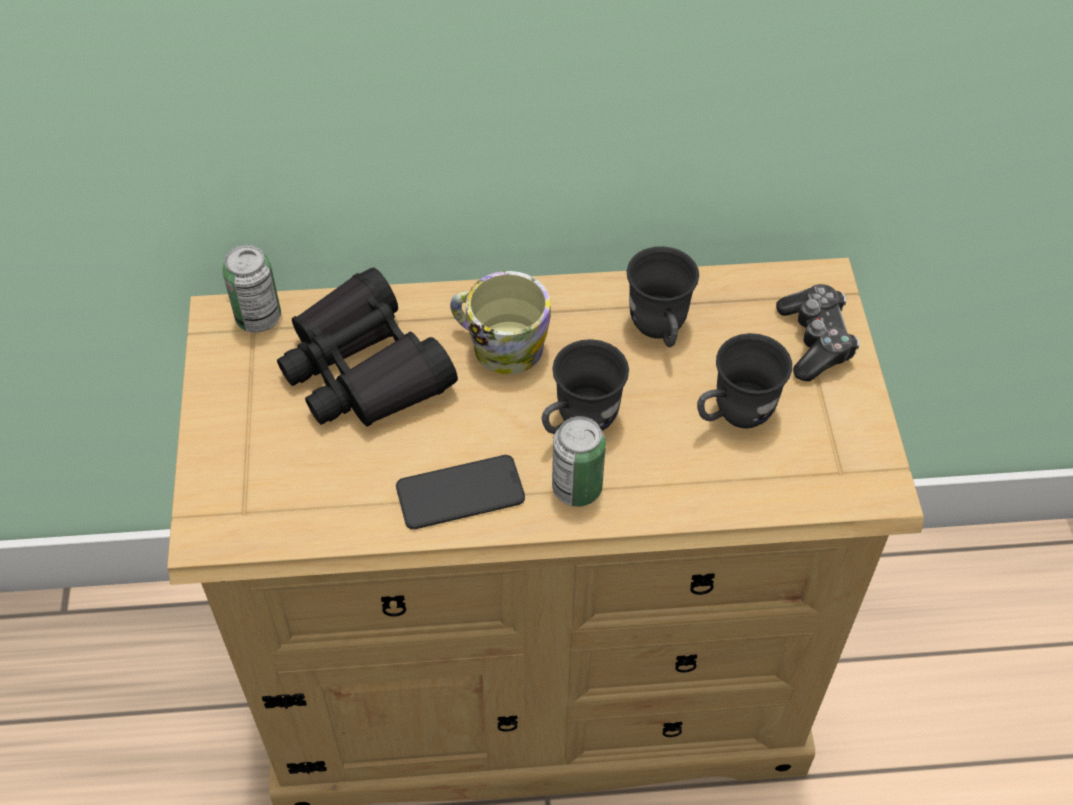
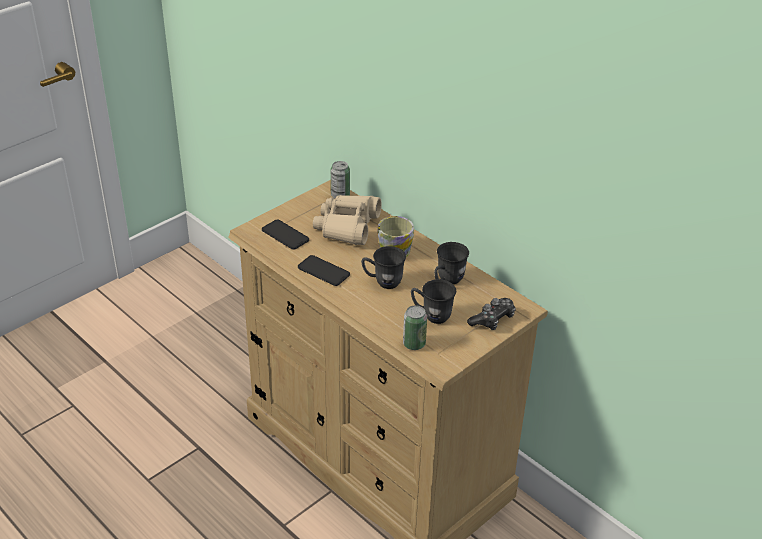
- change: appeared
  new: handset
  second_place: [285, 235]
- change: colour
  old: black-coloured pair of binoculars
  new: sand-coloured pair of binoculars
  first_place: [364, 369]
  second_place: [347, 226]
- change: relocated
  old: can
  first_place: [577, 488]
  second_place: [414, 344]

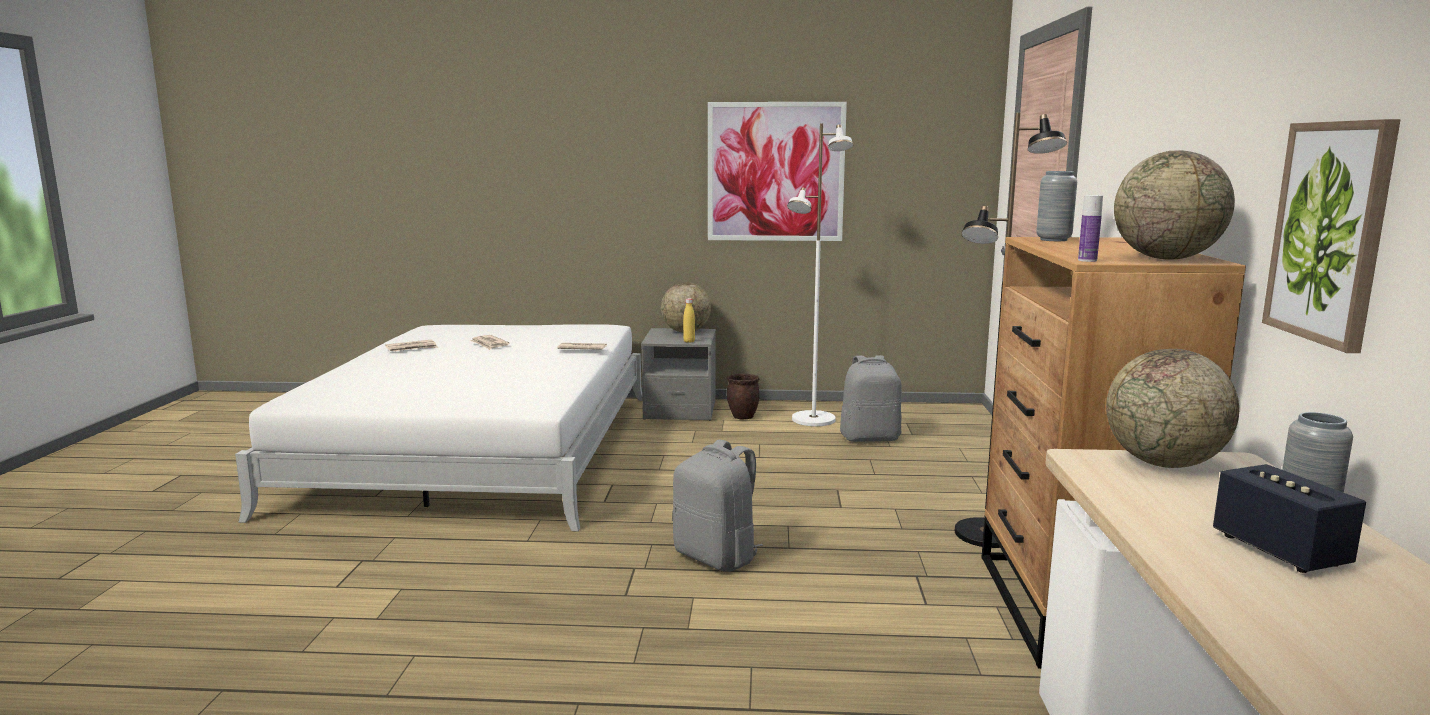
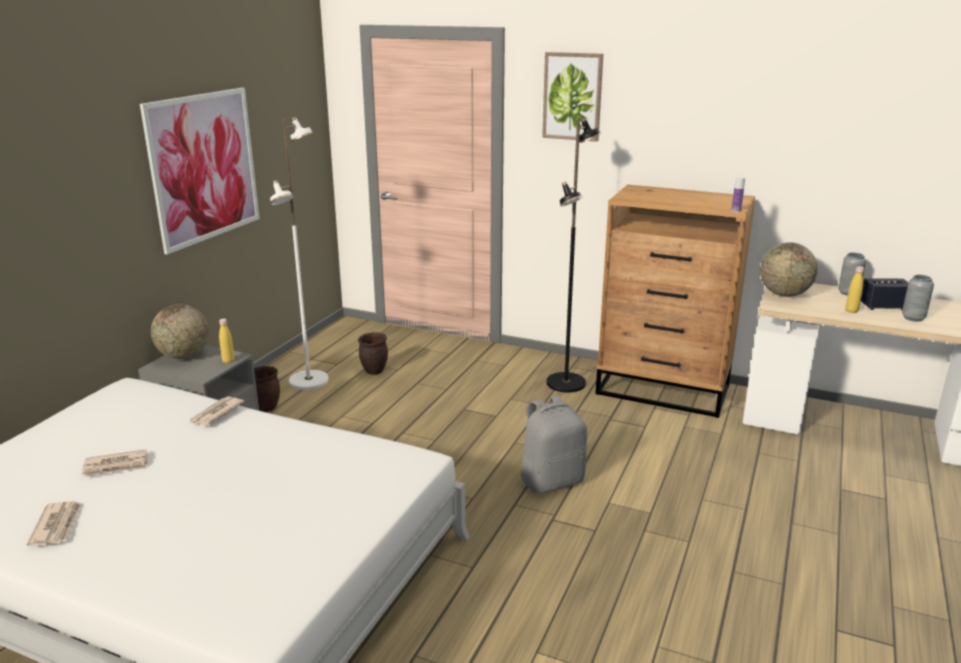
- change: exchanged
  old: gray rucksack
  new: brown flower pot
  first_place: [870, 438]
  second_place: [374, 371]
- change: relocated
  old: picture
  first_place: [1330, 232]
  second_place: [572, 96]
- change: appeared
  new: yellow-coloured drink bottle
  second_place: [851, 311]
- change: relocated
  old: gray vase
  first_place: [1053, 240]
  second_place: [913, 318]
- change: missing
  old: desk globe
  first_place: [1166, 258]

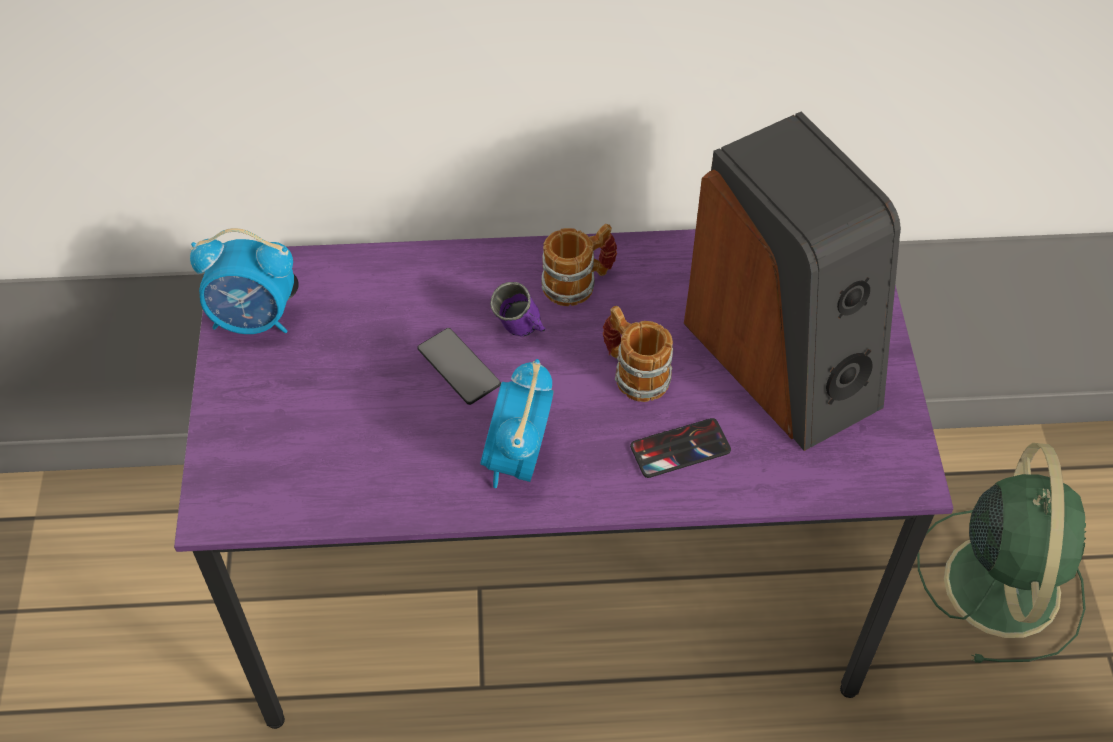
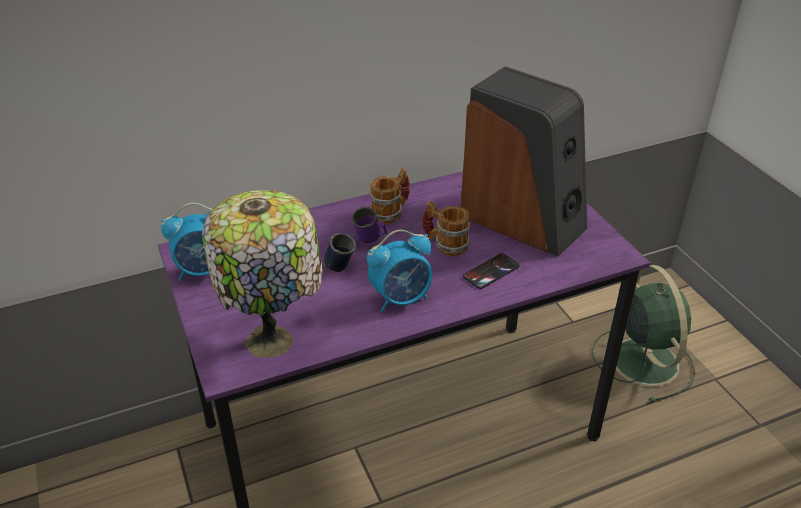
- change: appeared
  new: tabletop lamp
  second_place: [273, 340]
- change: exchanged
  old: handset
  new: bluish mug
  first_place: [458, 367]
  second_place: [342, 264]
- change: spun
  old: table clock
  first_place: [517, 459]
  second_place: [401, 298]
  degrees: -105

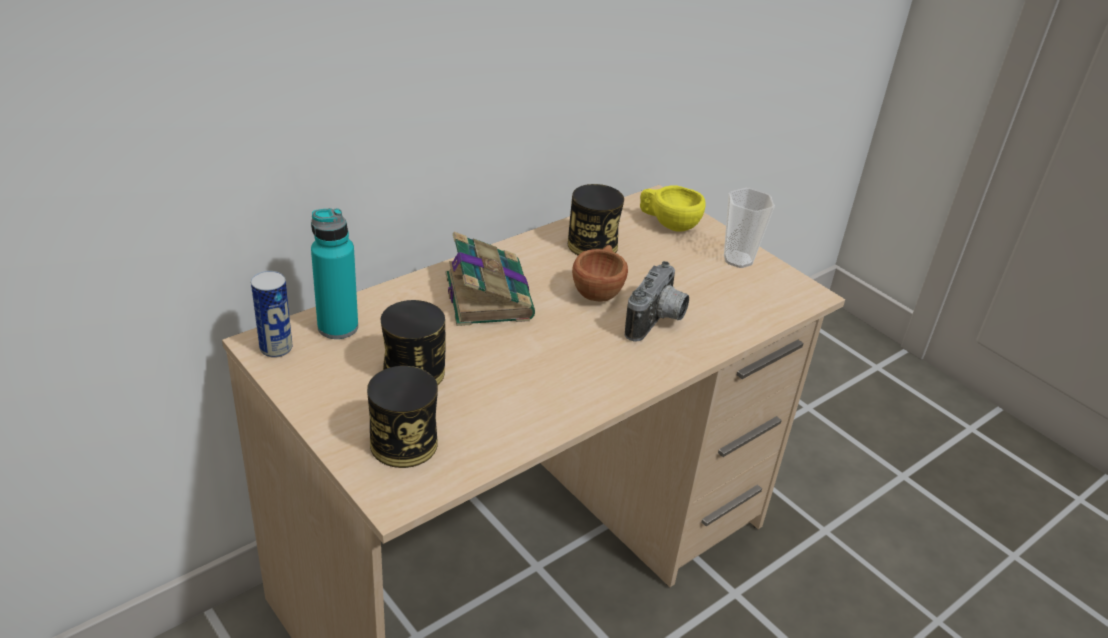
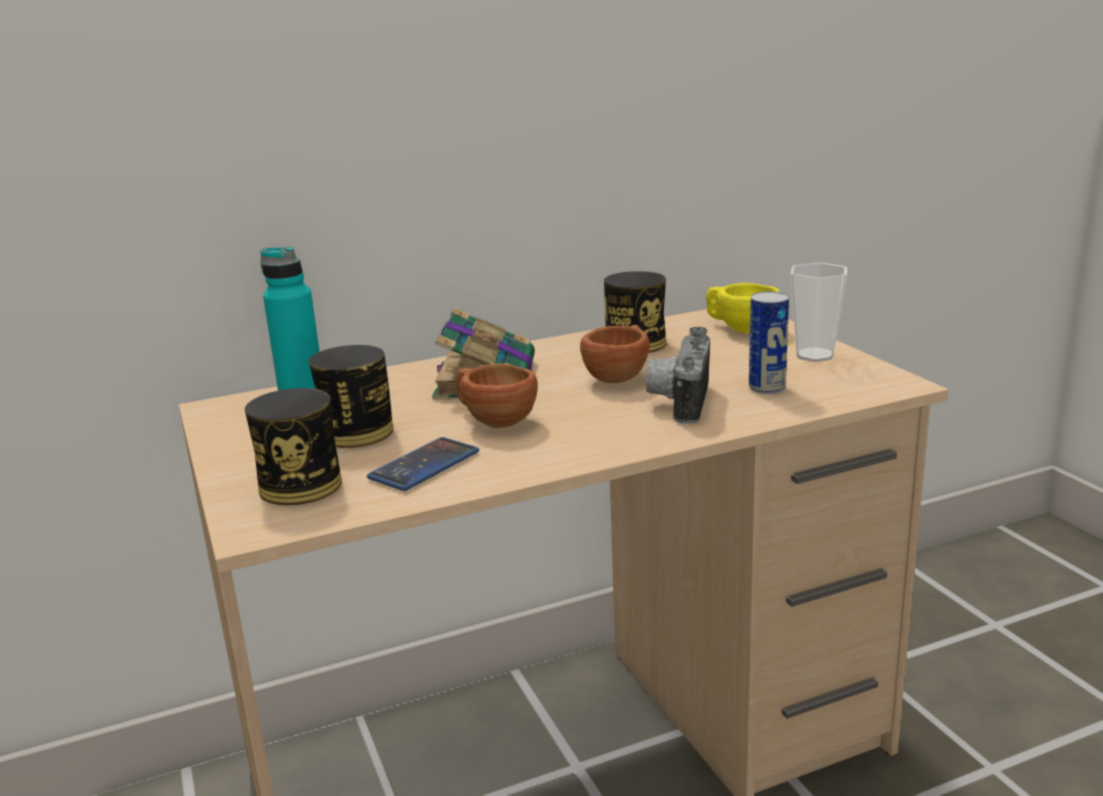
- change: appeared
  new: handset
  second_place: [424, 465]
- change: appeared
  new: brown drinking cup
  second_place: [493, 420]
- change: spun
  old: photo camera
  first_place: [657, 322]
  second_place: [677, 402]
  degrees: 150
- change: relocated
  old: can
  first_place: [276, 348]
  second_place: [767, 388]

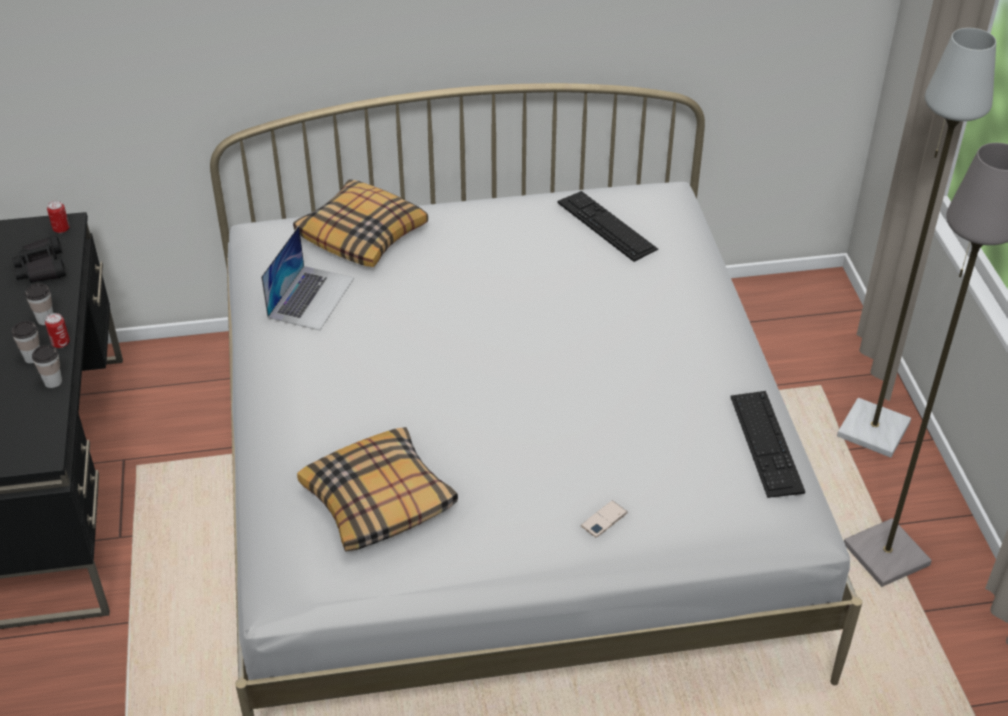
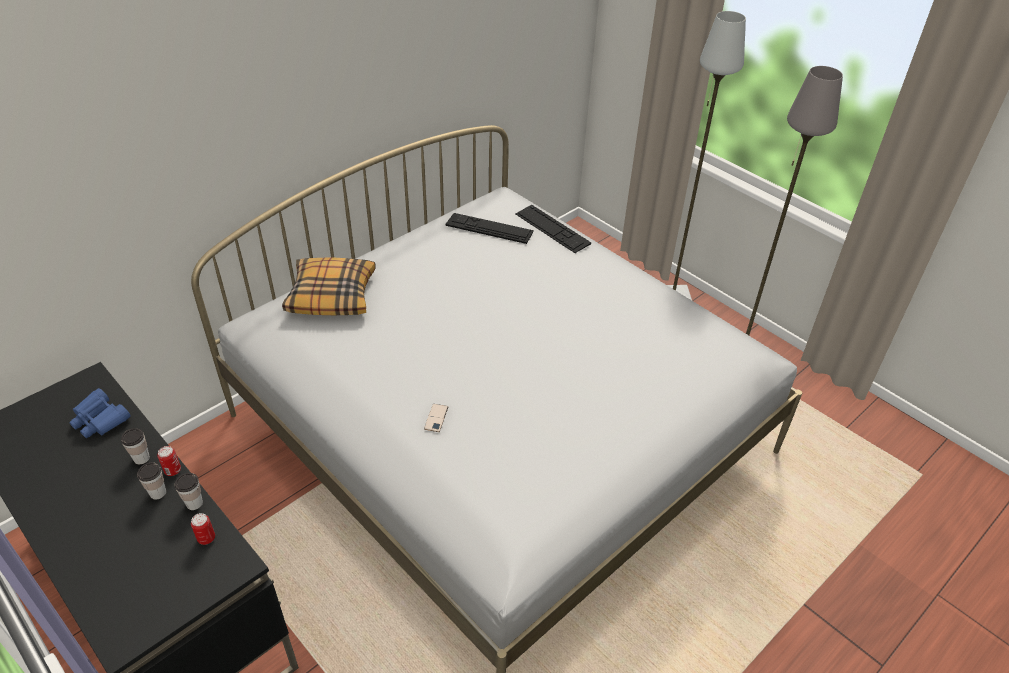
- change: colour
  old: black-coloured pair of binoculars
  new: bluish pair of binoculars
  first_place: [42, 268]
  second_place: [100, 420]
- change: relocated
  old: can
  first_place: [61, 229]
  second_place: [206, 538]
- change: relocated
  old: handset
  first_place: [604, 519]
  second_place: [436, 418]
- change: relocated
  old: keyboard
  first_place: [766, 443]
  second_place: [552, 228]
- change: missing
  old: portable computer
  first_place: [311, 297]
- change: missing
  old: pillow
  first_place: [378, 501]

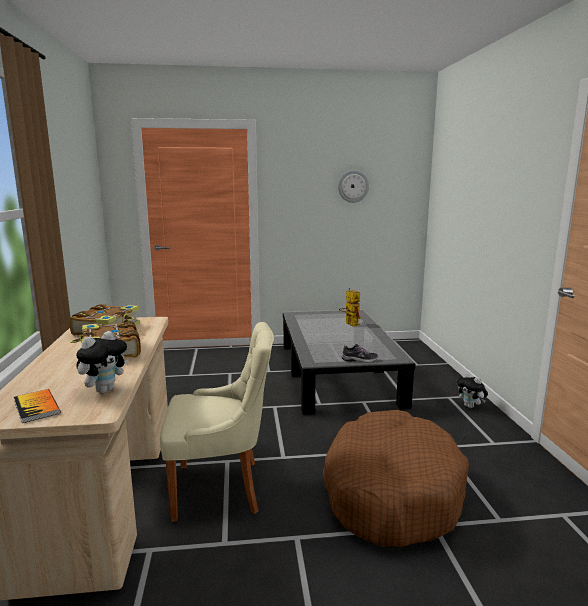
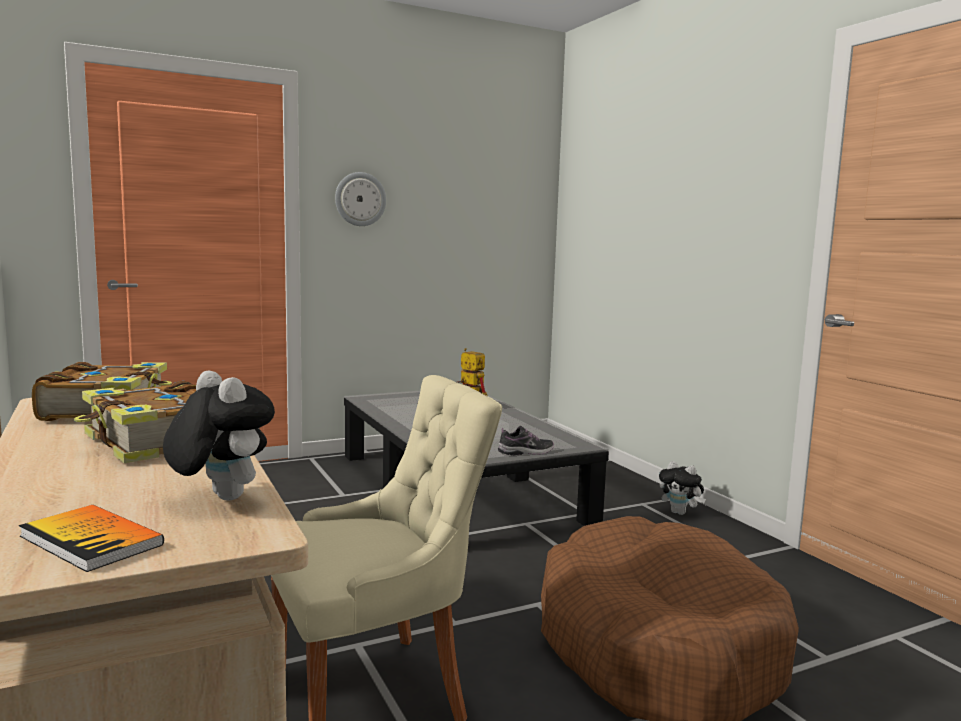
- change: spun
  old: cuddly toy
  first_place: [105, 390]
  second_place: [219, 497]
  degrees: -60
- change: relocated
  old: wall clock
  first_place: [353, 186]
  second_place: [360, 199]

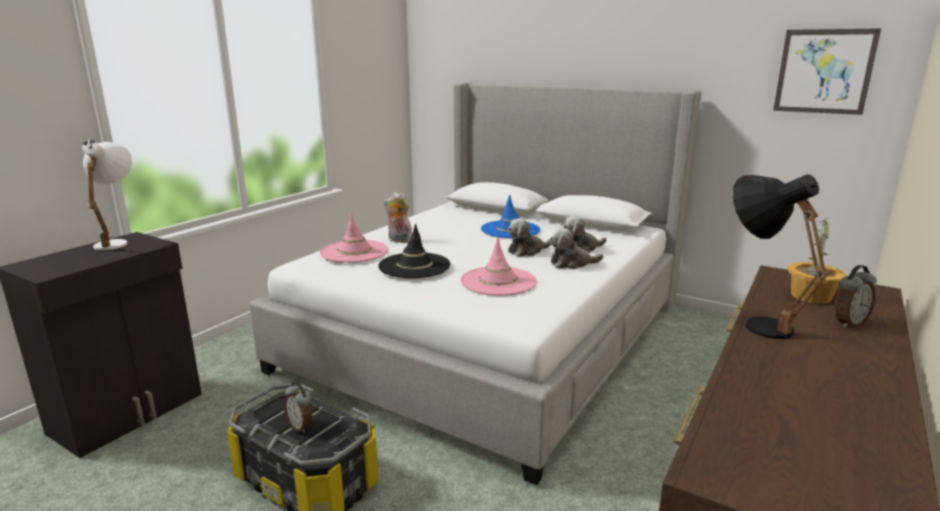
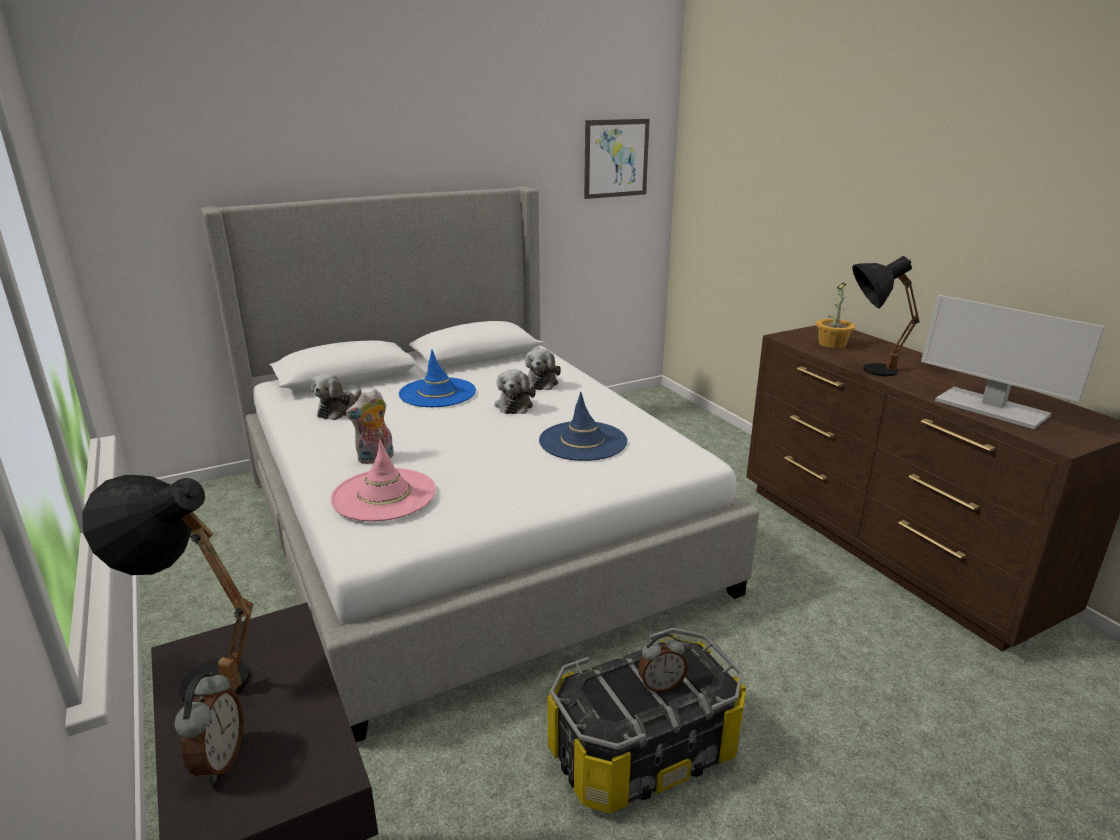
- change: colour
  old: white tabletop lamp
  new: black-coloured tabletop lamp
  first_place: [117, 242]
  second_place: [199, 674]
- change: relocated
  old: table clock
  first_place: [848, 323]
  second_place: [218, 760]
- change: relocated
  old: cuddly toy
  first_place: [572, 263]
  second_place: [338, 410]
- change: colour
  old: pinkish hat
  new: bluish hat
  first_place: [498, 281]
  second_place: [583, 441]
- change: appeared
  new: computer screen
  second_place: [990, 408]
- change: missing
  old: black-coloured hat
  first_place: [414, 266]

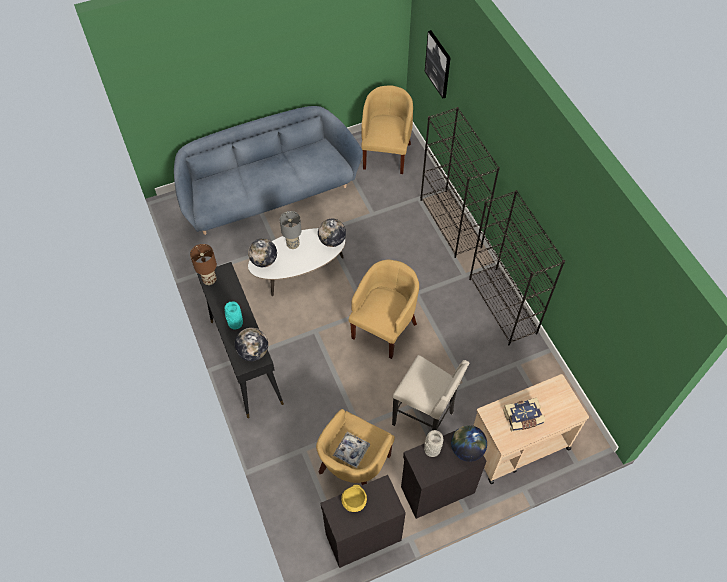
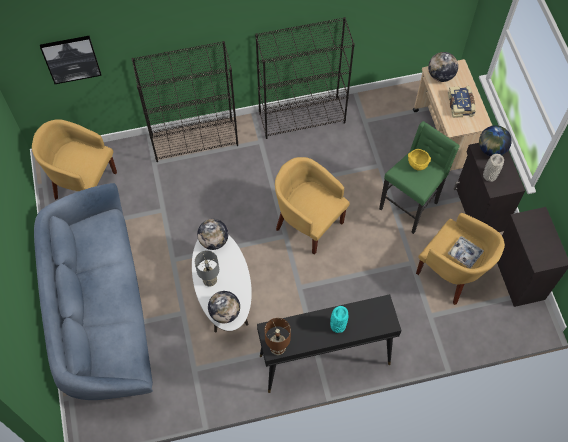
- change: colour
  old: sand-coloured stool
  new: green stool
  first_place: [424, 418]
  second_place: [410, 205]
- change: relocated
  old: yellow-coloured bowl
  first_place: [354, 502]
  second_place: [417, 164]
- change: relocated
  old: desk globe
  first_place: [253, 352]
  second_place: [440, 76]

